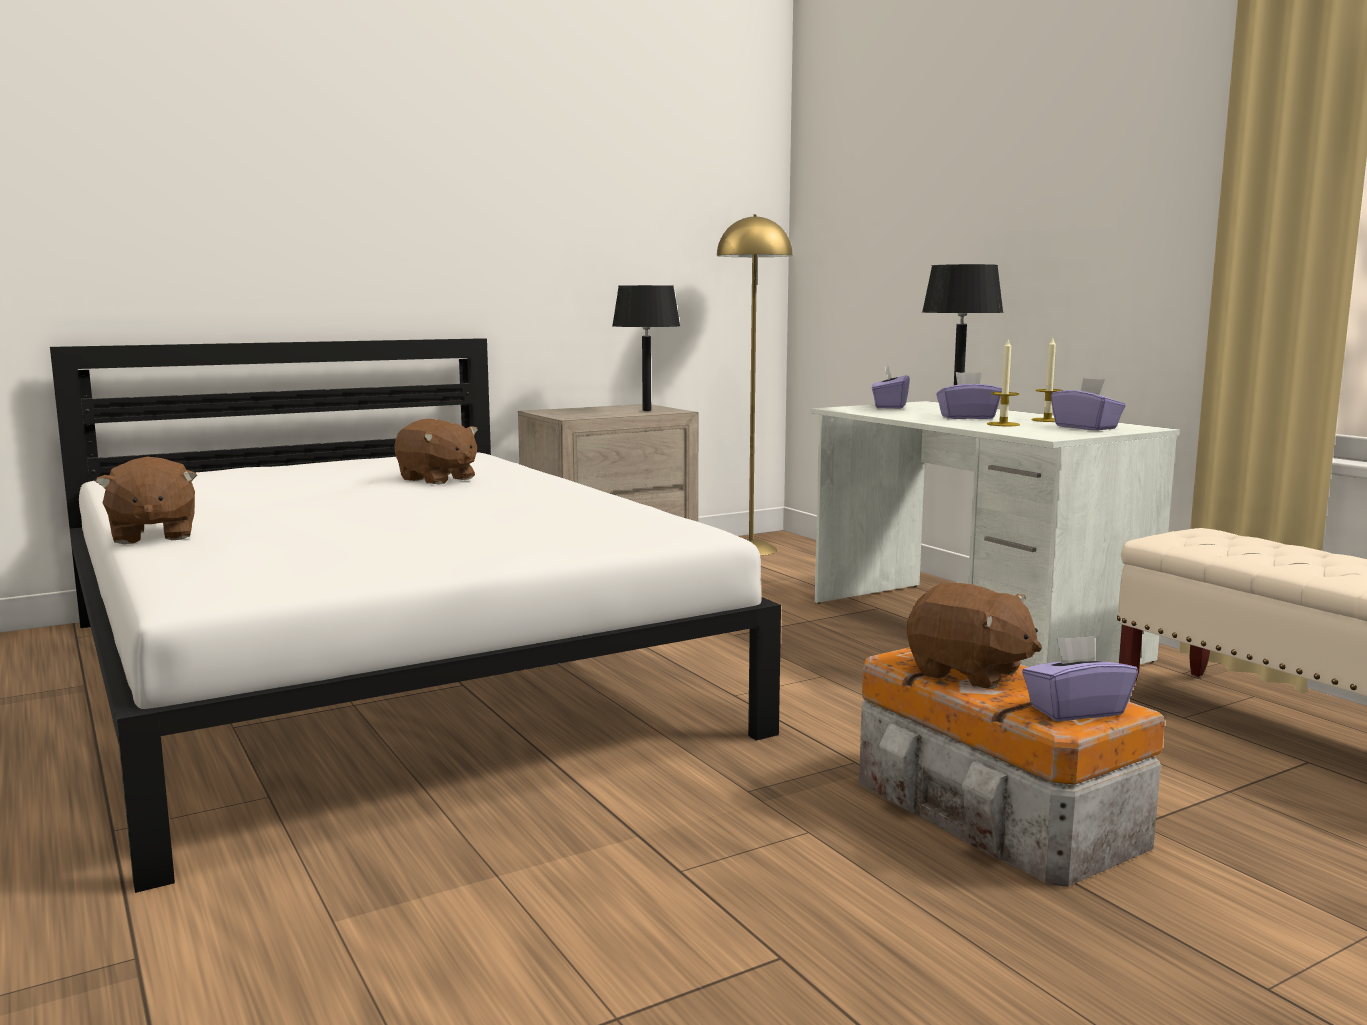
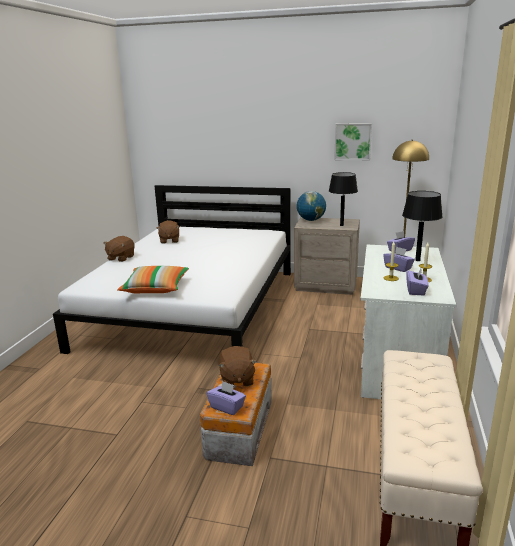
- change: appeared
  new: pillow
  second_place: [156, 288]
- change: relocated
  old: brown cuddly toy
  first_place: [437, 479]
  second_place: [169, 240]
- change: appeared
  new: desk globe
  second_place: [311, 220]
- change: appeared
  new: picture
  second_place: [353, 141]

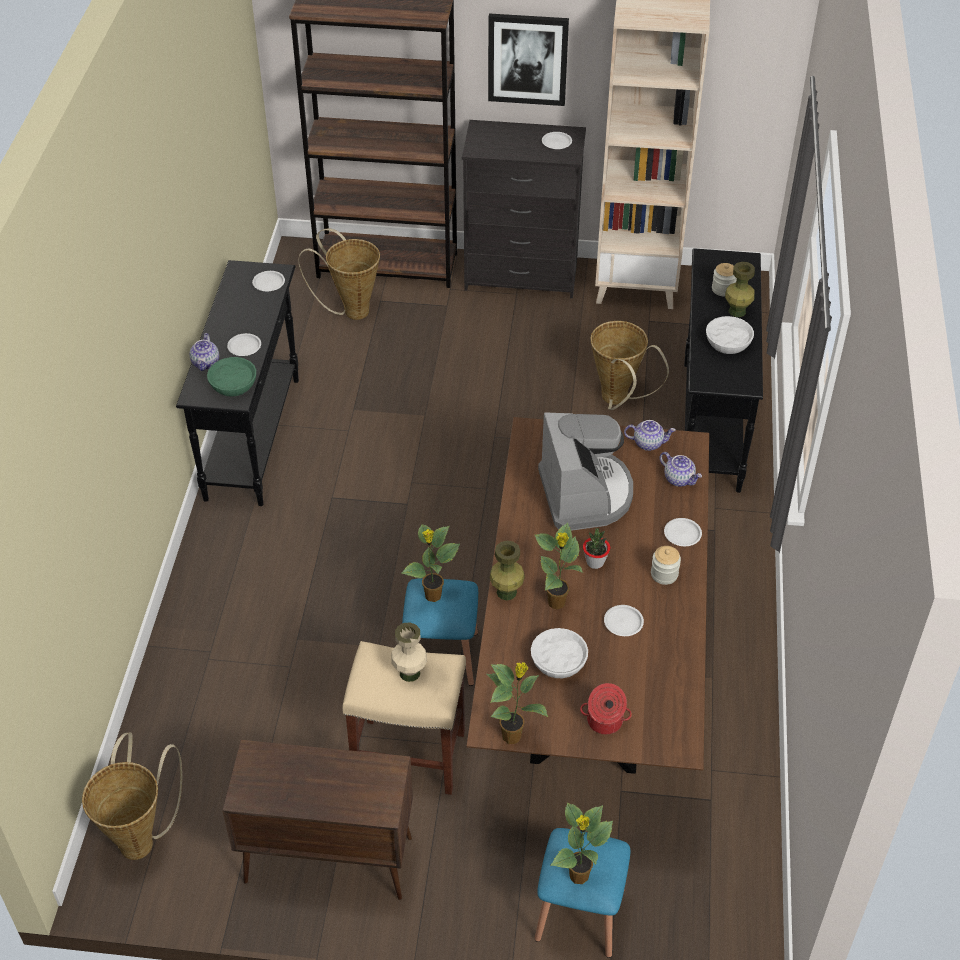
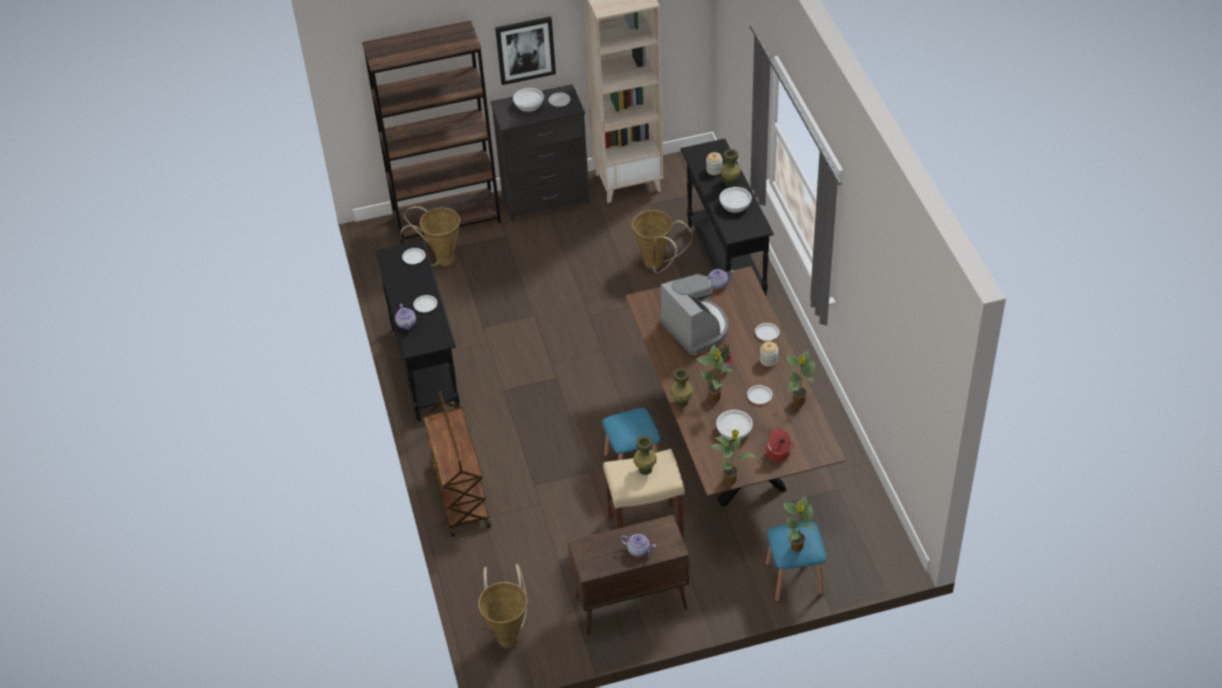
- change: appeared
  new: brown wheeled cart
  second_place: [459, 495]
- change: appeared
  new: white bowl
  second_place: [528, 105]
- change: relocated
  old: teapot
  first_place: [679, 479]
  second_place: [638, 550]
- change: colour
  old: sand-coloured vase
  new: green vase
  first_place: [410, 673]
  second_place: [645, 469]
- change: relocated
  old: potted plant
  first_place: [432, 596]
  second_place: [799, 402]
- change: missing
  old: green bowl
  first_place: [233, 385]

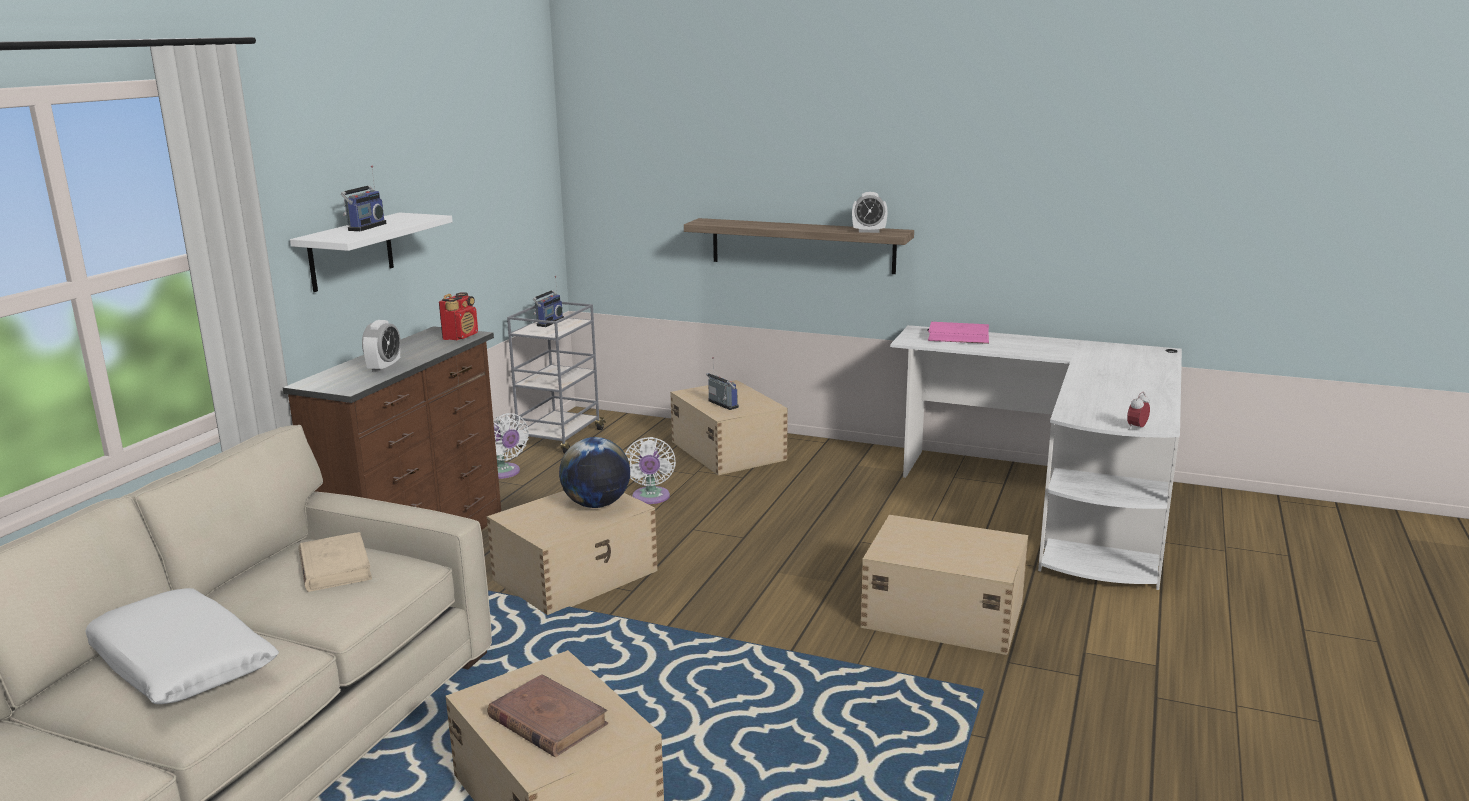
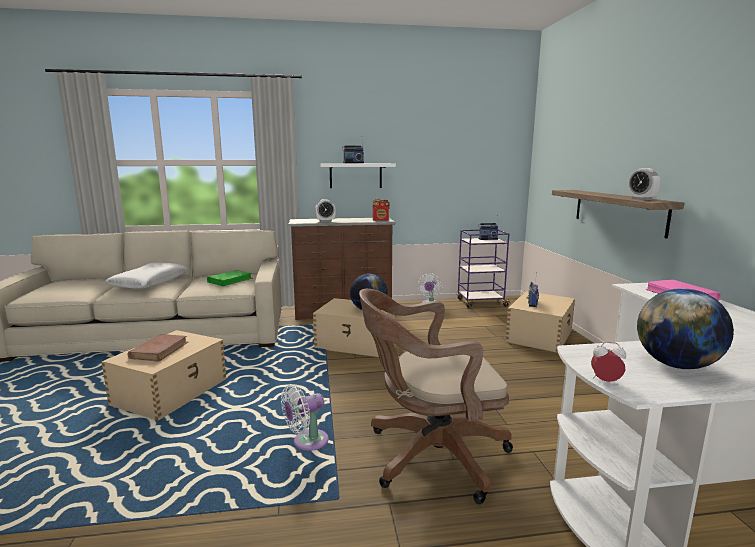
- change: colour
  old: sand-coloured bound book
  new: green bound book
  first_place: [335, 566]
  second_place: [230, 280]
- change: relocated
  old: white cooling fan
  first_place: [651, 498]
  second_place: [307, 442]
- change: exchanged
  old: sand-coloured storage box
  new: brown office chair
  first_place: [941, 613]
  second_place: [429, 455]
- change: colour
  old: gray wheeled cart
  new: purple wheeled cart
  first_place: [560, 439]
  second_place: [480, 302]
- change: appeared
  new: desk globe
  second_place: [677, 365]

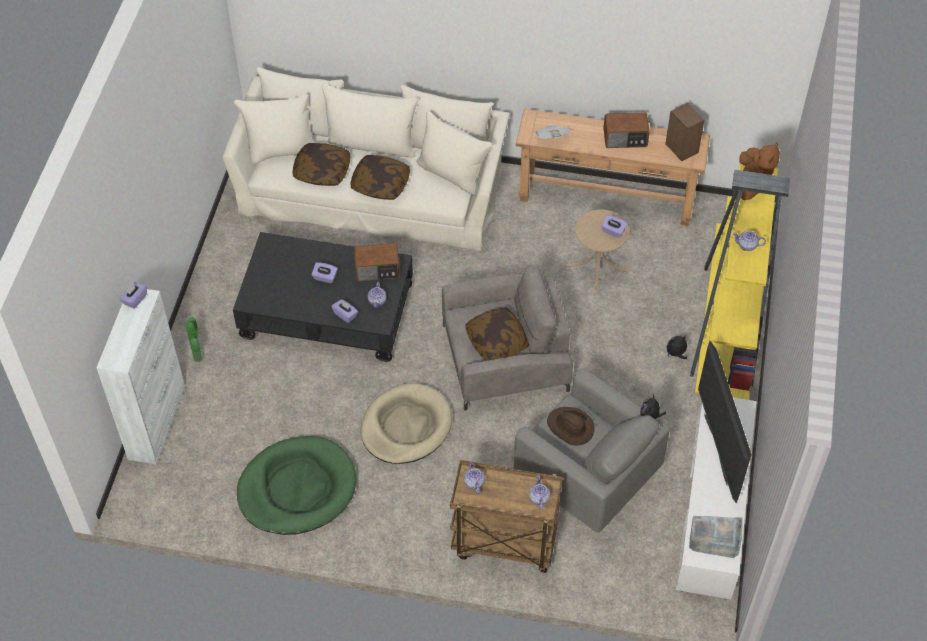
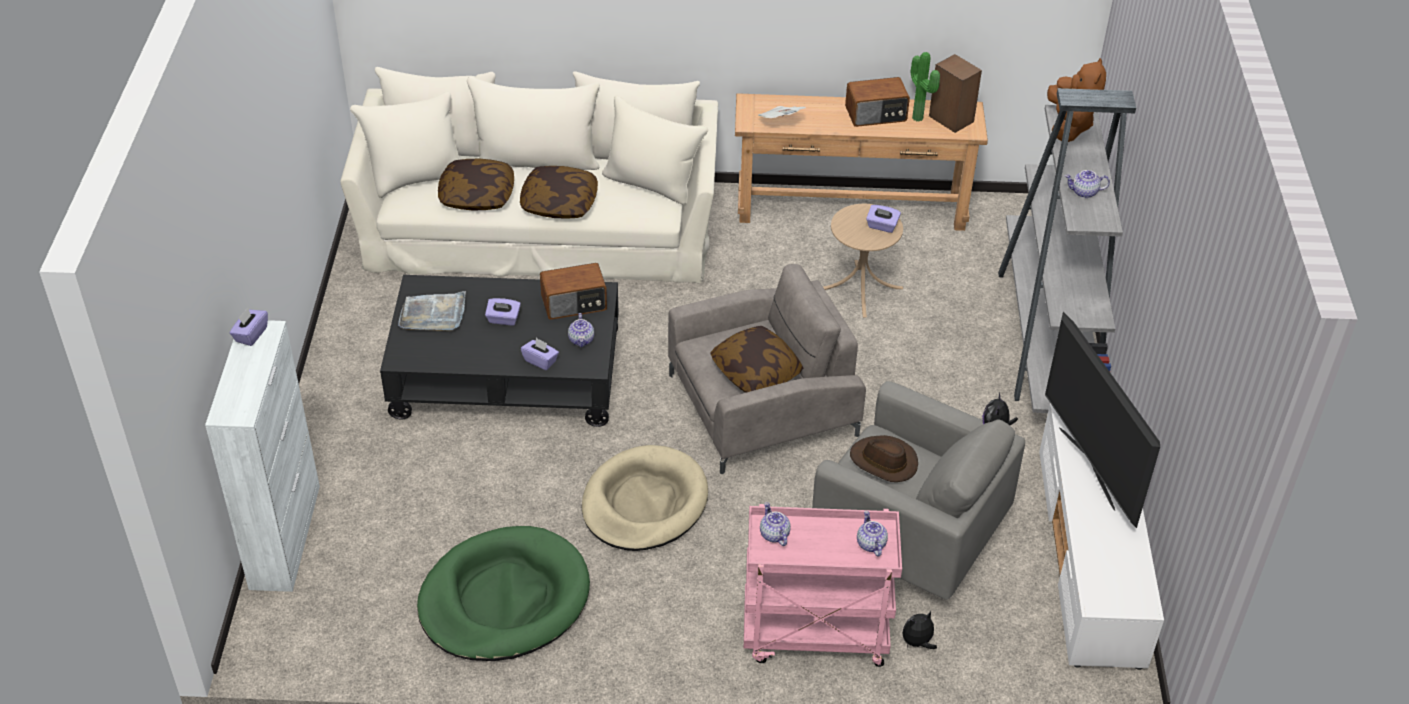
- change: relocated
  old: gray tray
  first_place: [715, 537]
  second_place: [433, 314]
- change: colour
  old: brown wheeled cart
  new: pinkish wheeled cart
  first_place: [503, 543]
  second_place: [813, 636]
- change: relocated
  old: cuddly toy
  first_place: [676, 354]
  second_place: [917, 643]
- change: relocated
  old: potted plant
  first_place: [199, 358]
  second_place: [919, 117]
- change: colour
  old: yellow-coloured bookcase
  new: gray bookcase
  first_place: [728, 326]
  second_place: [1048, 338]

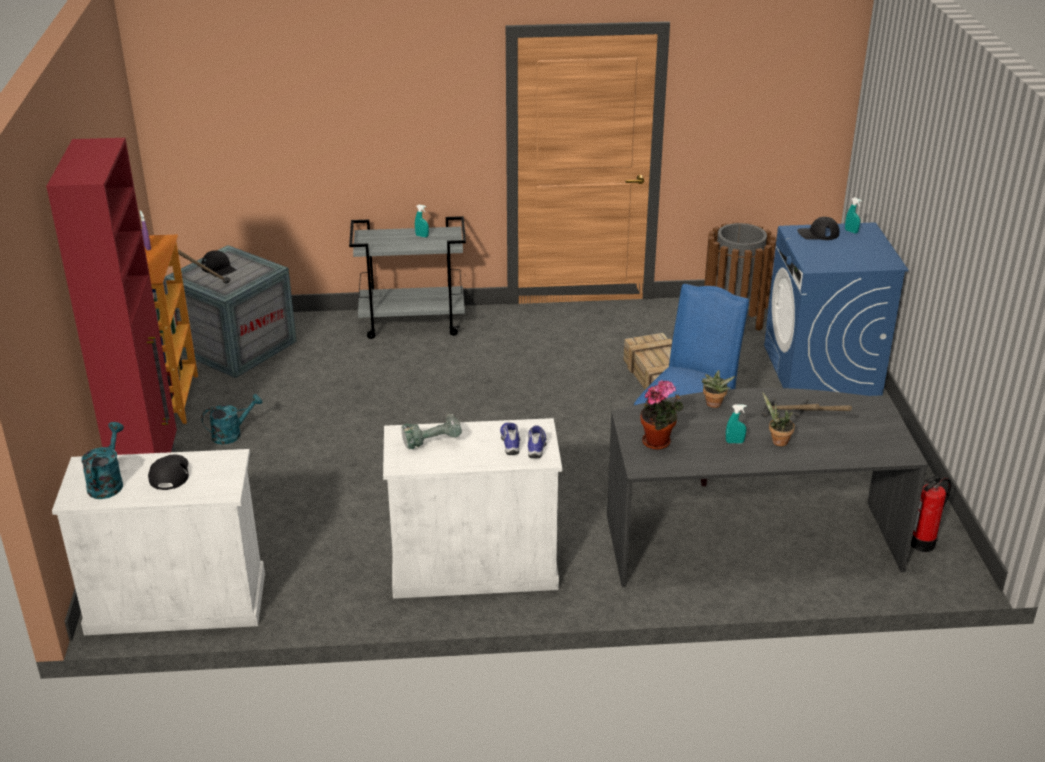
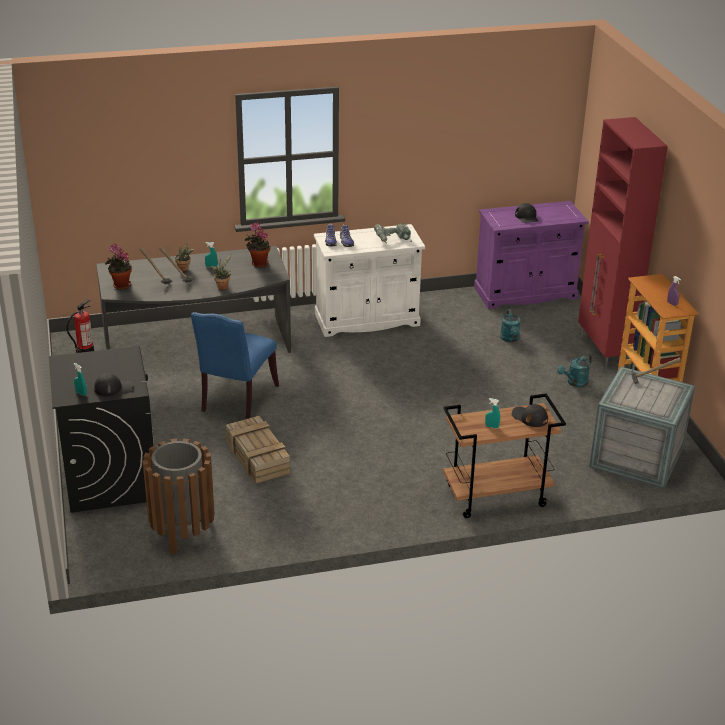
- change: colour
  old: bluish washing machine
  new: black-coloured washing machine
  first_place: [822, 370]
  second_place: [110, 478]
- change: appeared
  new: potted plant
  second_place: [120, 286]
- change: colour
  old: gray wheeled cart
  new: brown wheeled cart
  first_place: [413, 323]
  second_place: [495, 497]
- change: colour
  old: white storage cabinet
  new: purple storage cabinet
  first_place: [177, 602]
  second_place: [525, 293]
- change: relocated
  old: turquoise-coloured watering pot
  first_place: [107, 483]
  second_place: [510, 339]
- change: relocated
  old: black-coloured cap
  first_place: [219, 268]
  second_place: [529, 417]

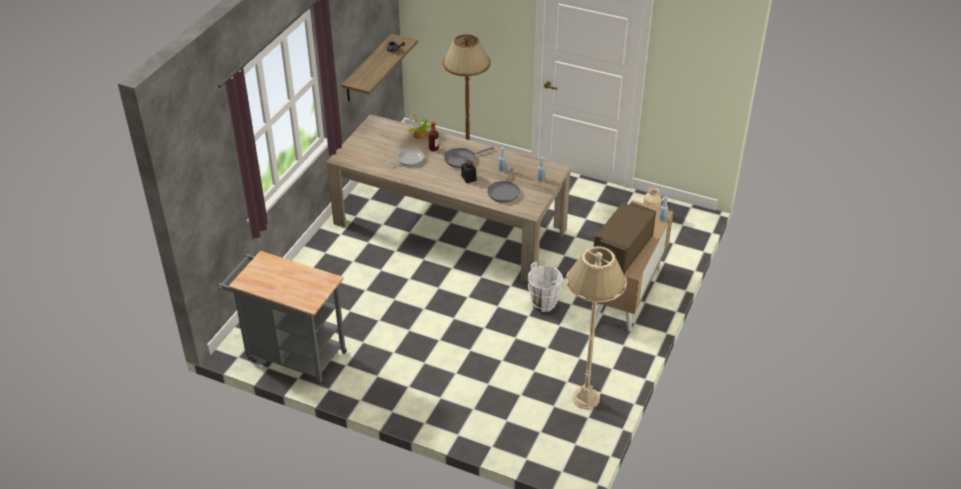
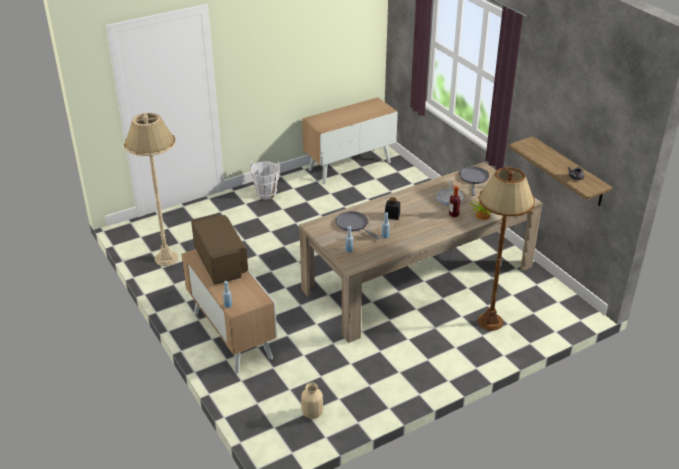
- change: relocated
  old: white pail
  first_place: [544, 303]
  second_place: [266, 194]
- change: exchanged
  old: gray wheeled cart
  new: storage cabinet
  first_place: [291, 355]
  second_place: [349, 165]
- change: relocated
  old: gray pan
  first_place: [462, 159]
  second_place: [473, 178]

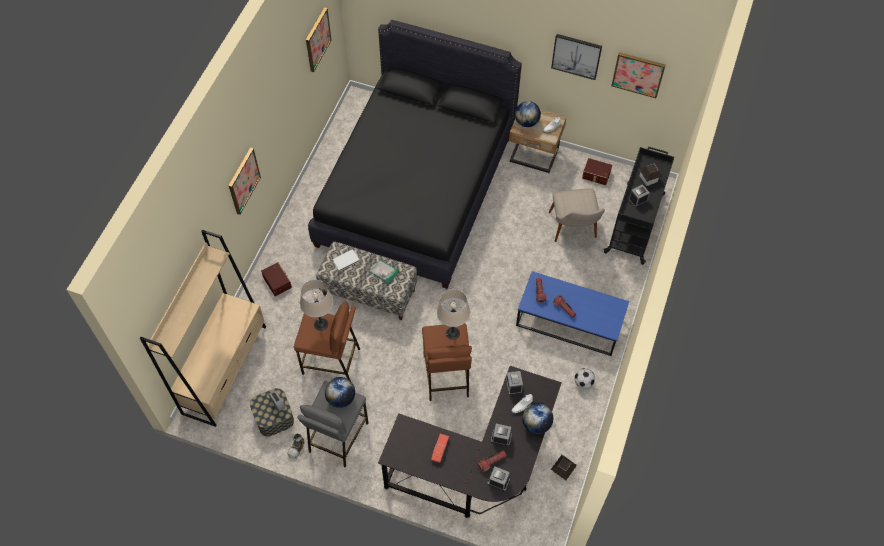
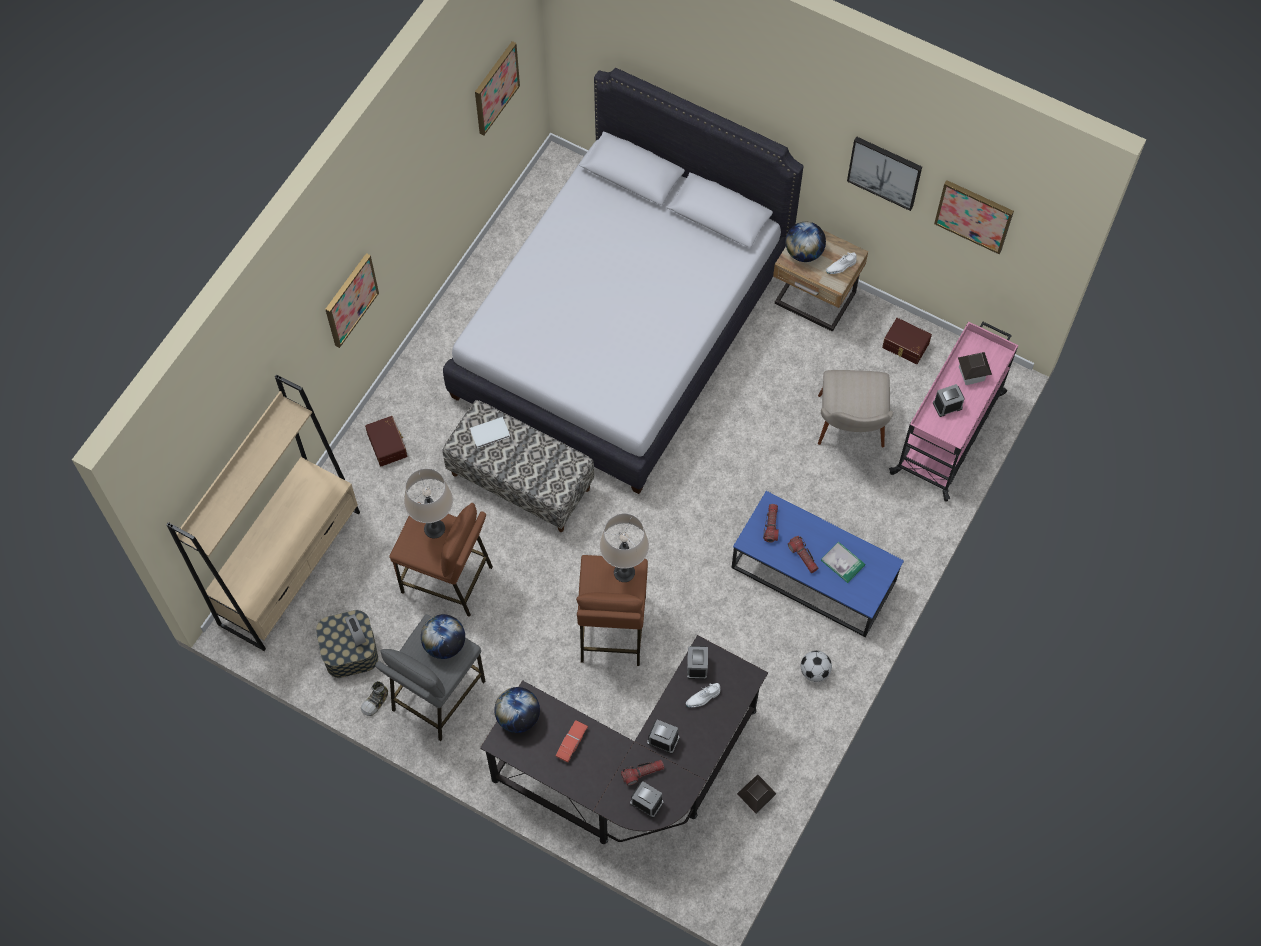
- change: colour
  old: black-coloured bedroom bed
  new: white bedroom bed
  first_place: [415, 189]
  second_place: [620, 328]
- change: relocated
  old: desk globe
  first_place: [536, 424]
  second_place: [518, 717]
- change: relocated
  old: bound book
  first_place: [384, 272]
  second_place: [843, 562]
- change: colour
  old: black-coloured wheeled cart
  new: pinkish wheeled cart
  first_place: [635, 222]
  second_place: [949, 432]

